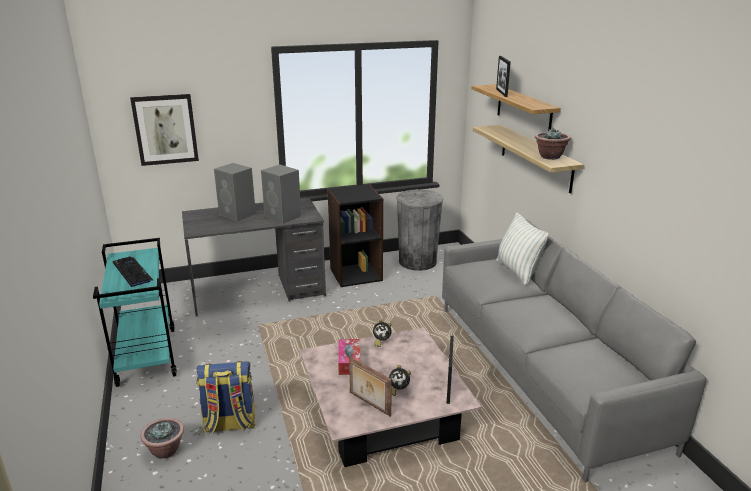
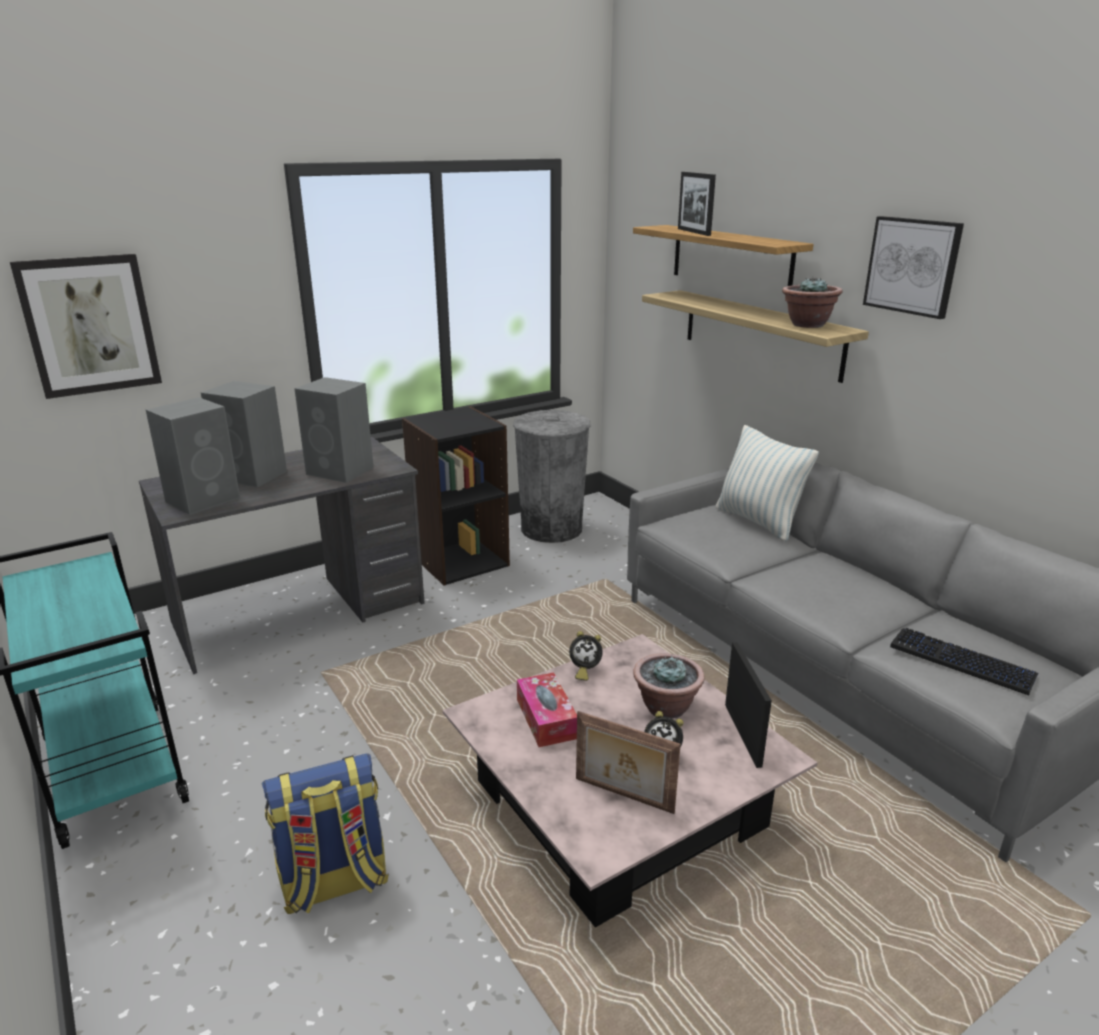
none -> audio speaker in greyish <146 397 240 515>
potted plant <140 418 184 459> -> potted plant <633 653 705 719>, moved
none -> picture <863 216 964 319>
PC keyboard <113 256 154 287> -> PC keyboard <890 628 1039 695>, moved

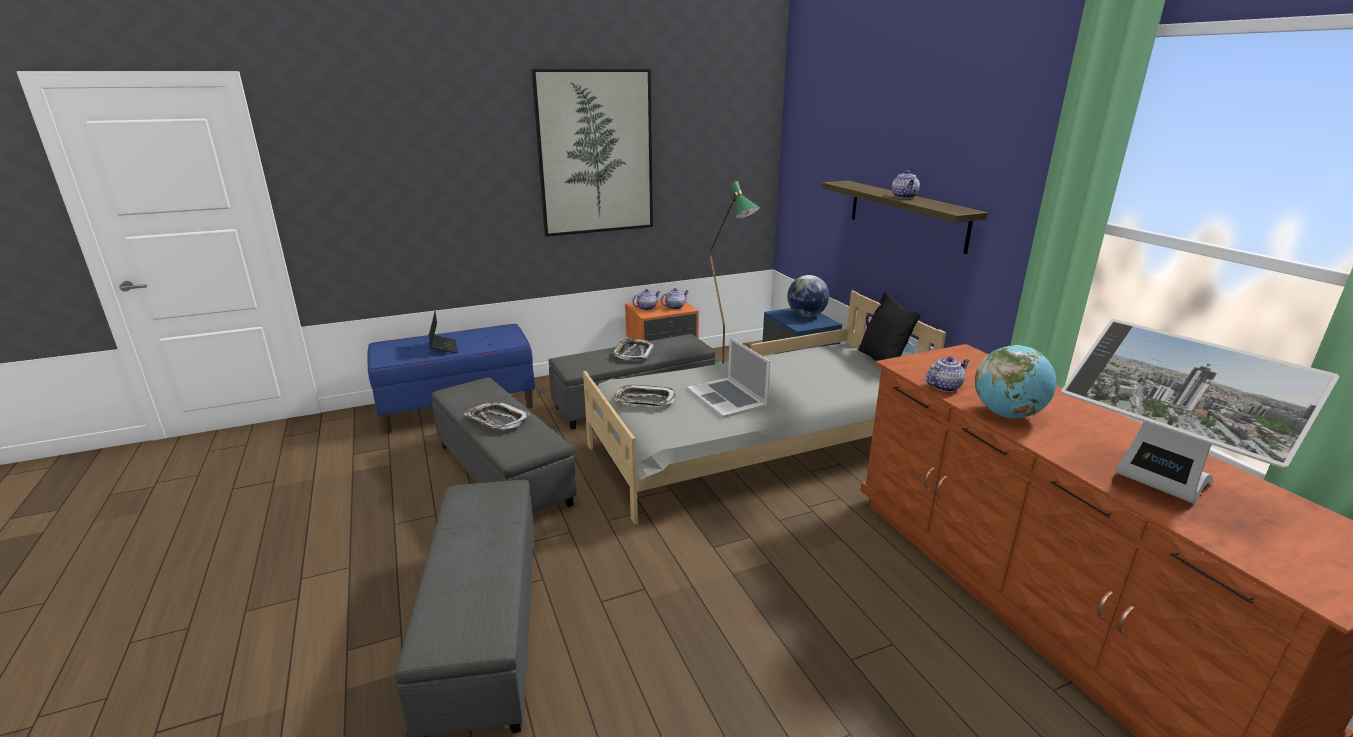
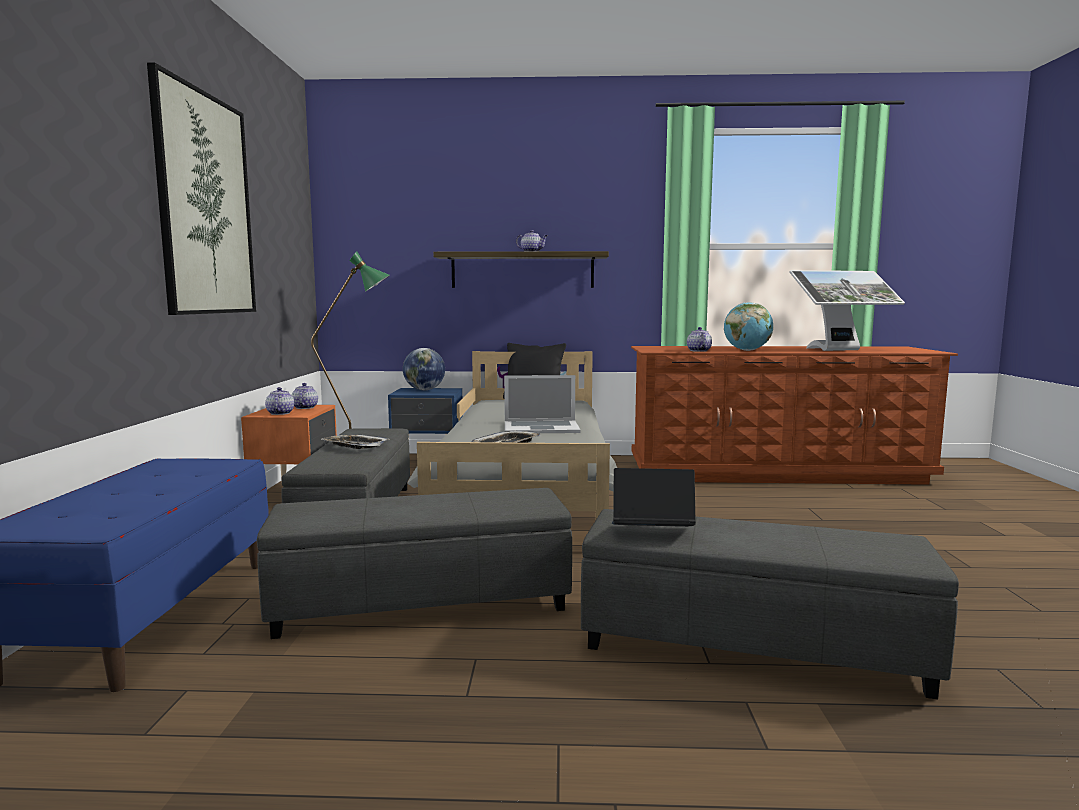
notebook computer <429 311 458 353> -> notebook computer <612 468 696 527>, moved
serving tray <464 402 530 429> -> none

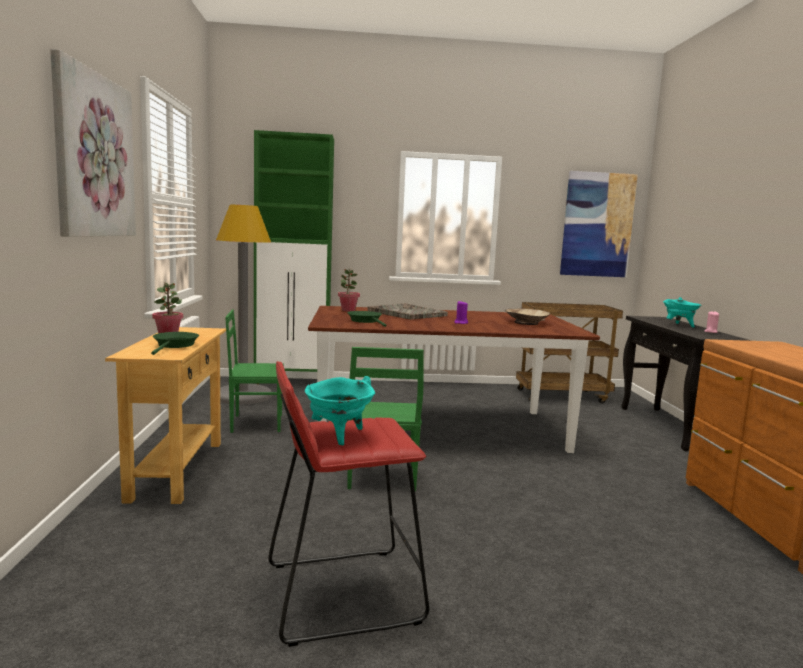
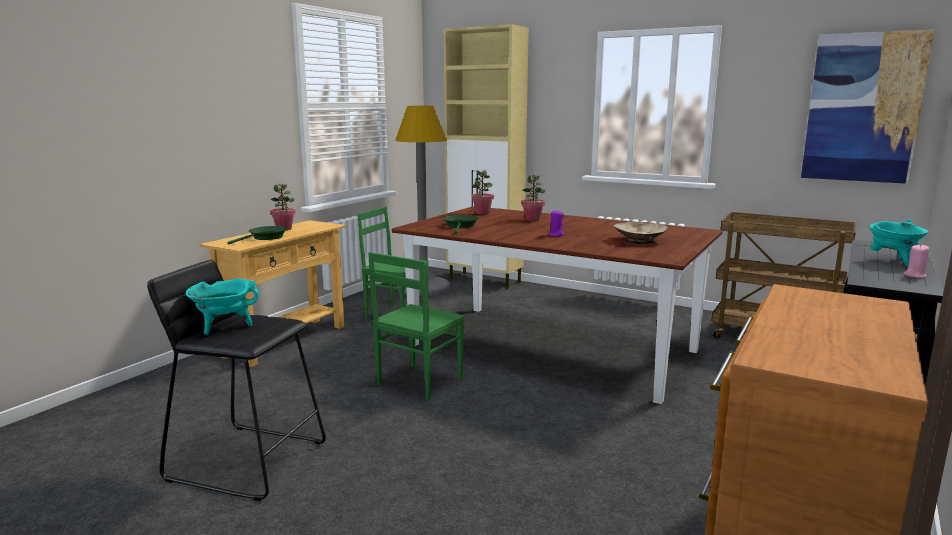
stool seat in red <268 361 429 647> -> stool seat in black-coloured <147 260 326 501>
storage cabinet in green-coloured <254 130 334 385> -> storage cabinet in beige <443 24 529 289>
serving tray in greyish <368 303 448 320> -> potted plant <521 174 545 221>
picture <50 49 136 237> -> none

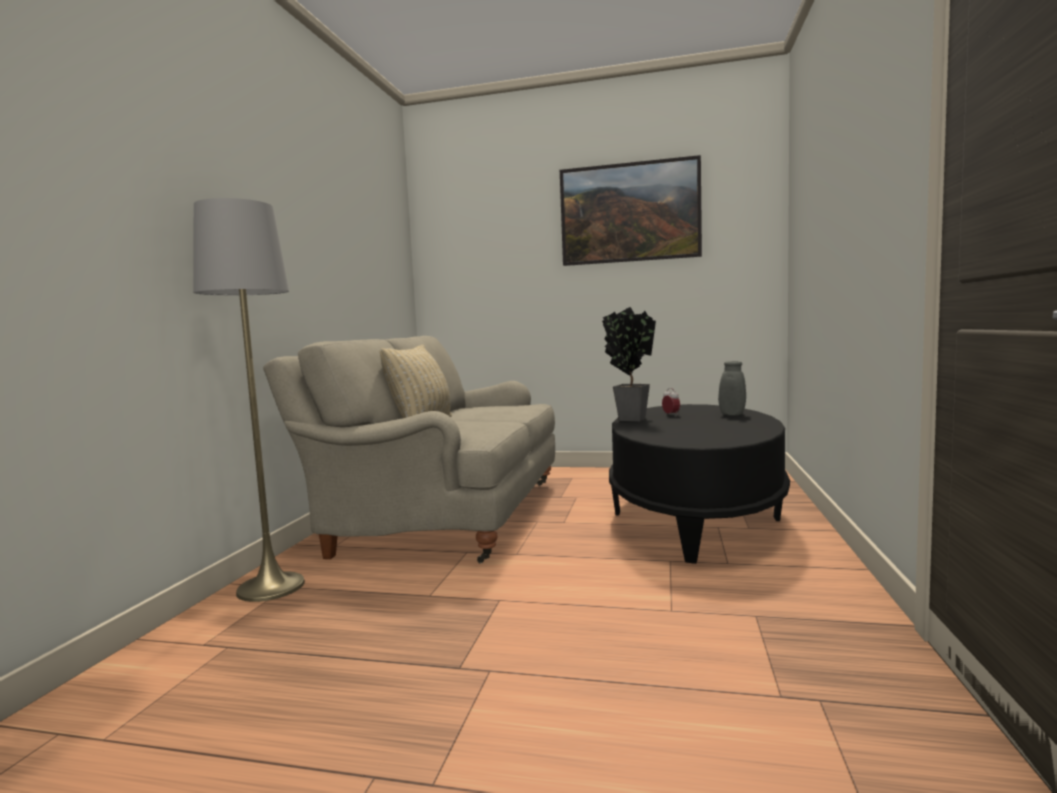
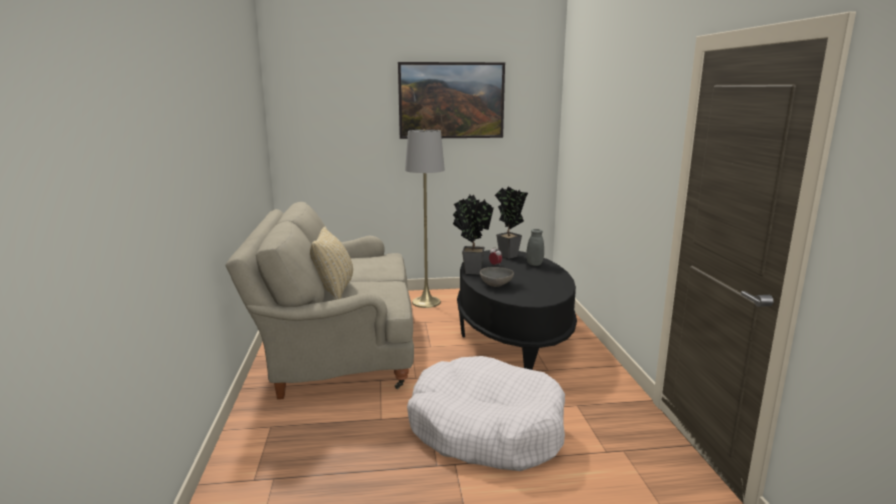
standing lamp in greyish <193 198 305 602> -> standing lamp in greyish <405 129 445 308>, moved
none -> dog cushion in white-coloured <407 356 565 471>
none -> serving bowl in greyish <480 267 514 287>
none -> potted plant <495 187 528 259>

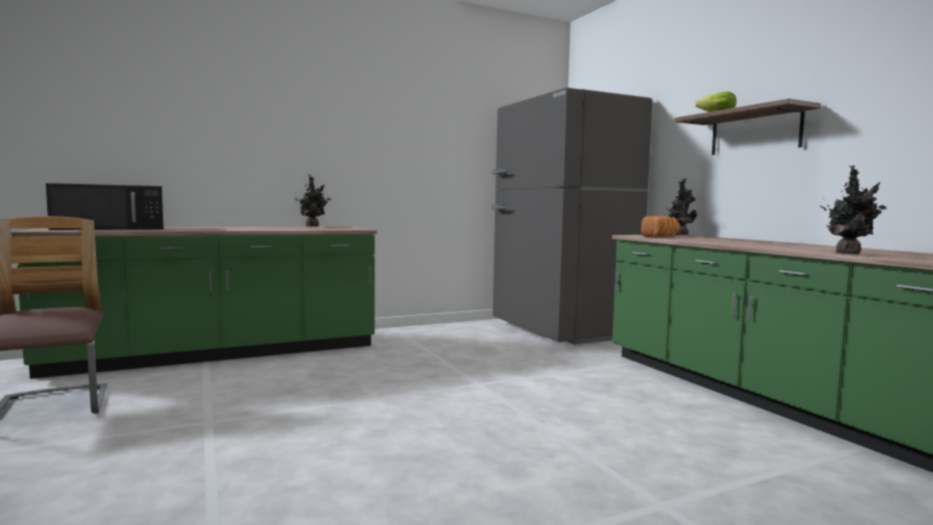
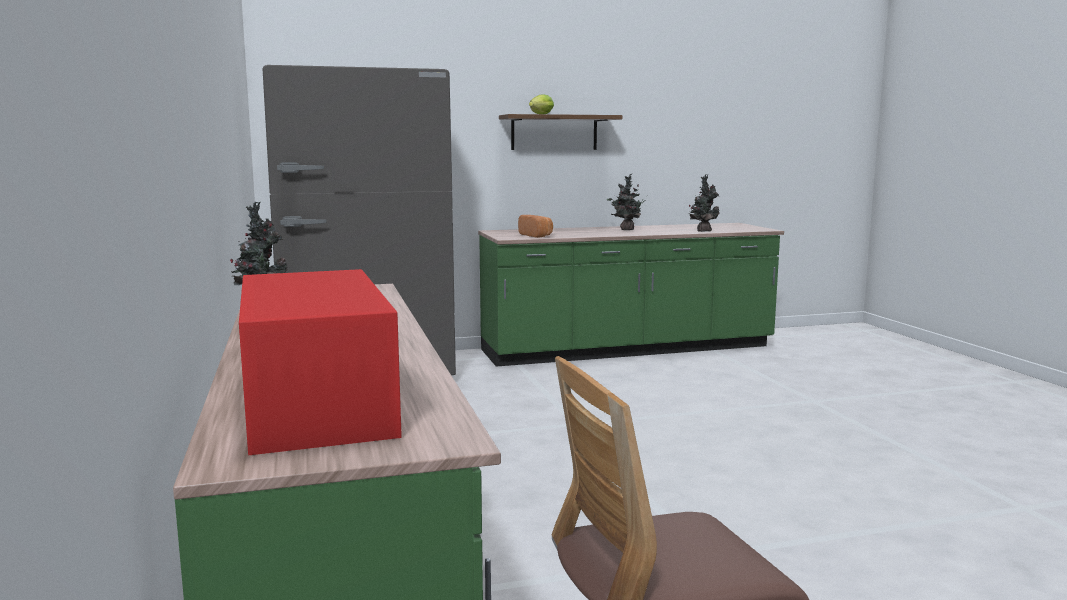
microwave oven in black-coloured <46 183 164 230> -> microwave oven in red <239 269 402 455>
potted plant <667 178 697 235> -> potted plant <607 173 645 230>, moved

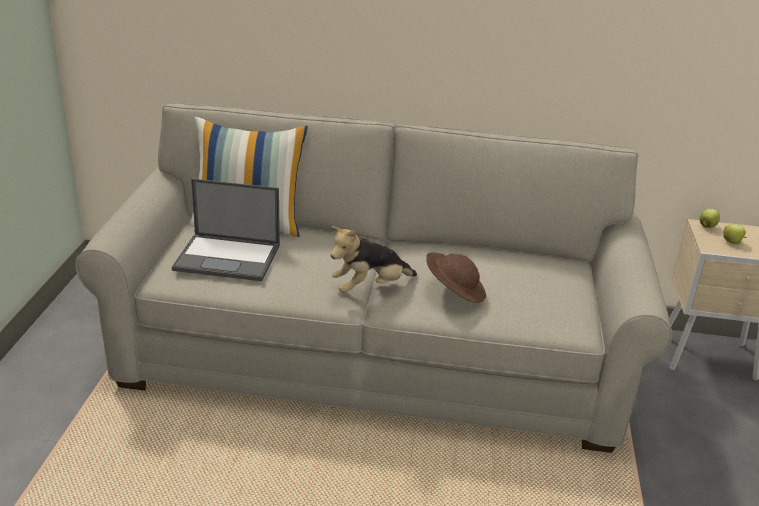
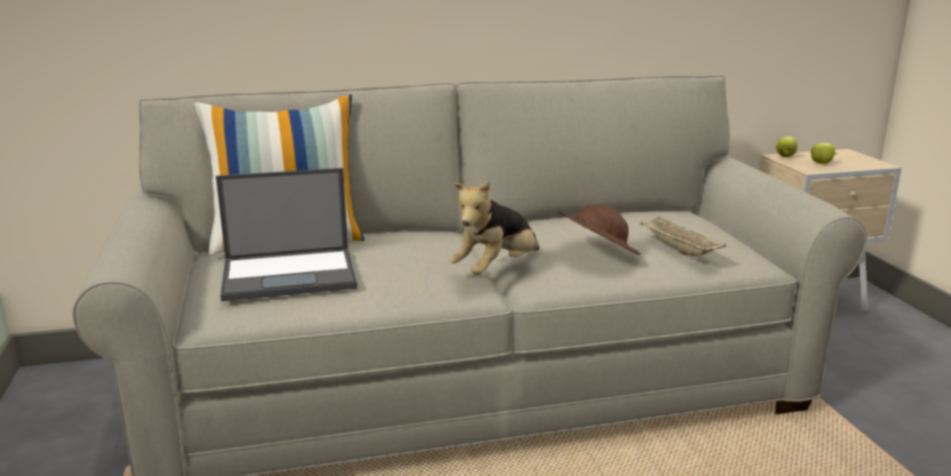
none -> serving tray in beige <640 217 726 256>

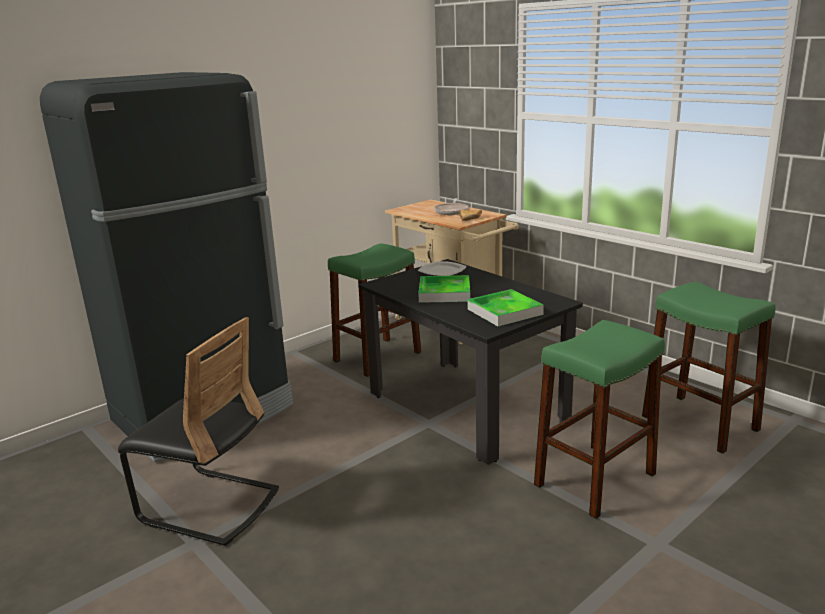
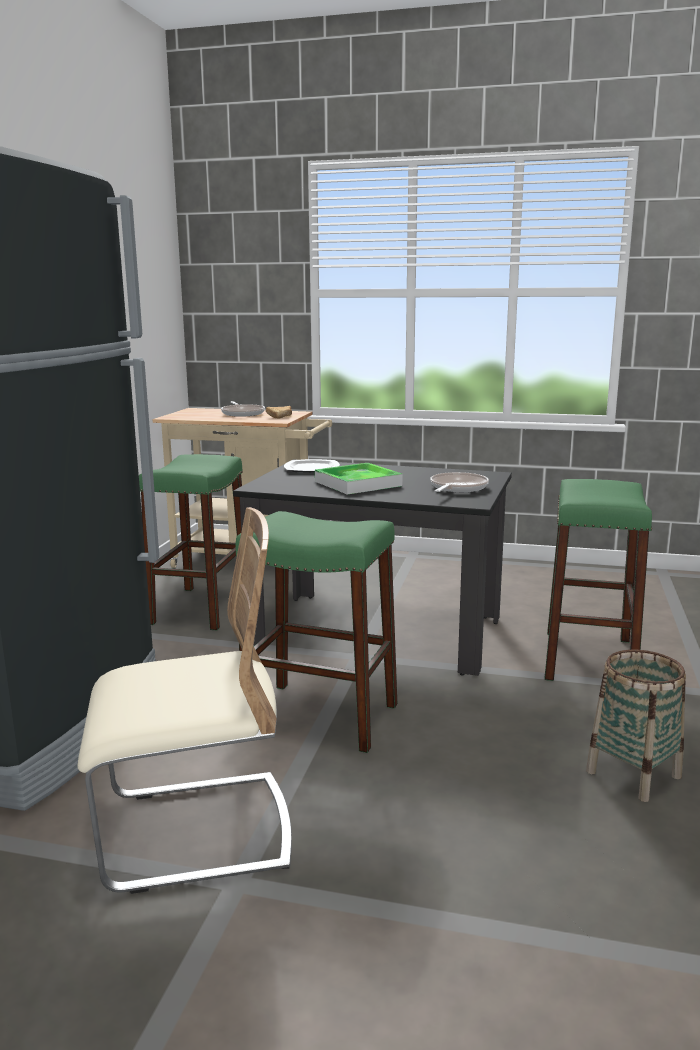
upright chair in black-coloured <118 317 279 546> -> upright chair in beige <77 507 292 894>
stool seat in green-coloured <642 282 776 454> -> stool seat in green-coloured <236 511 397 753>, moved
serving tray <467 289 544 326> -> frying pan <430 472 489 492>
none -> storage basket <586 650 686 802>

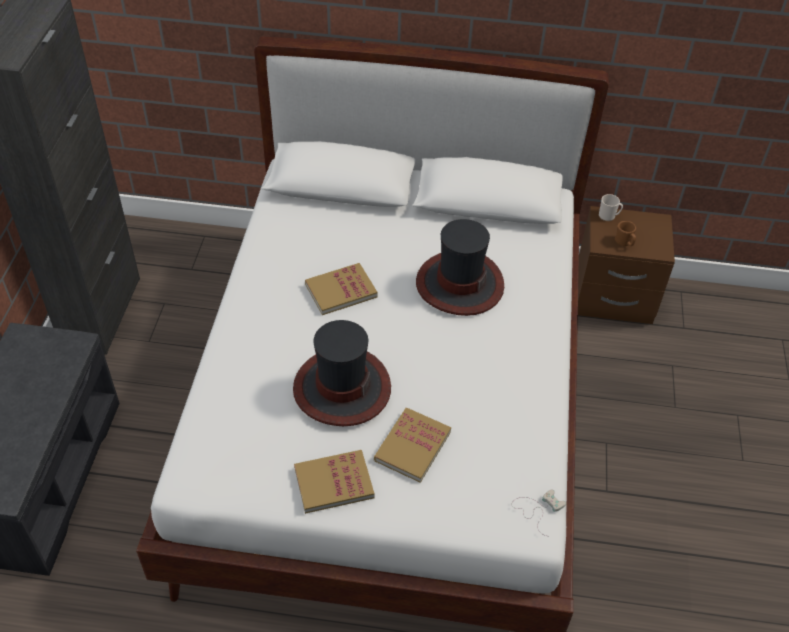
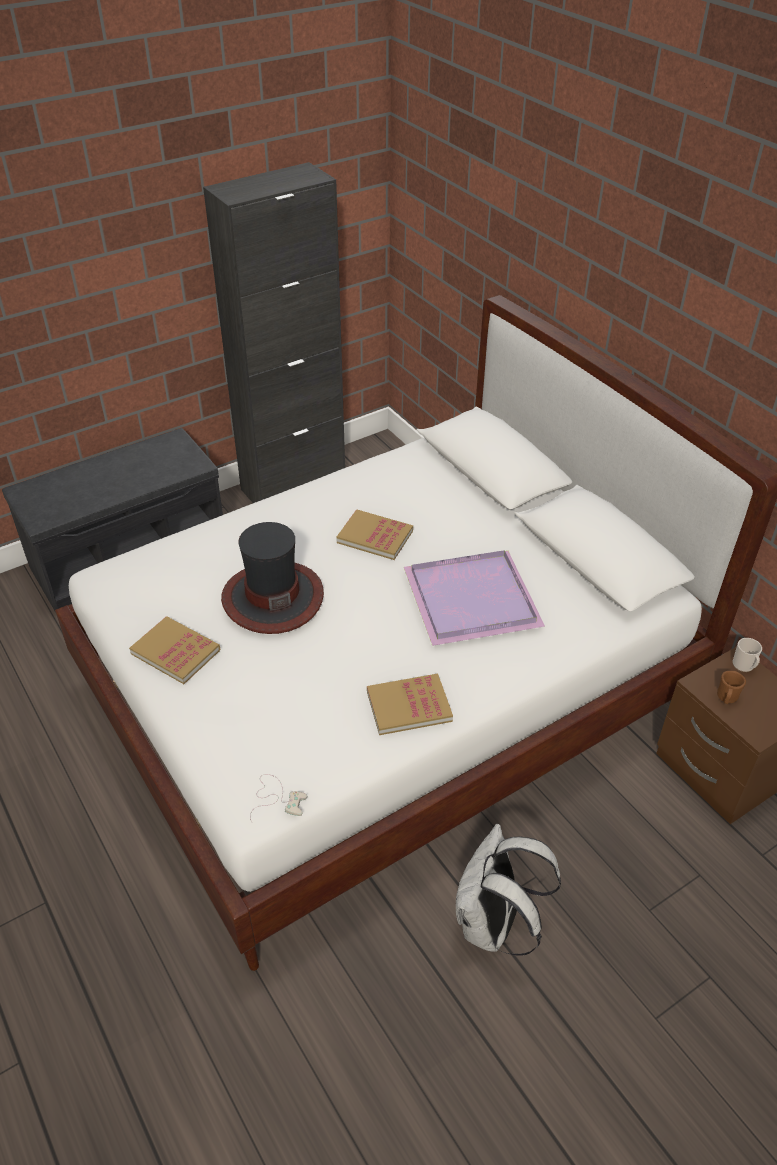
volume <374 408 451 483> -> volume <367 674 453 735>, moved
wearable hat <416 219 504 316> -> serving tray in purplish <404 550 545 646>
none -> backpack in white-coloured <456 824 561 956>

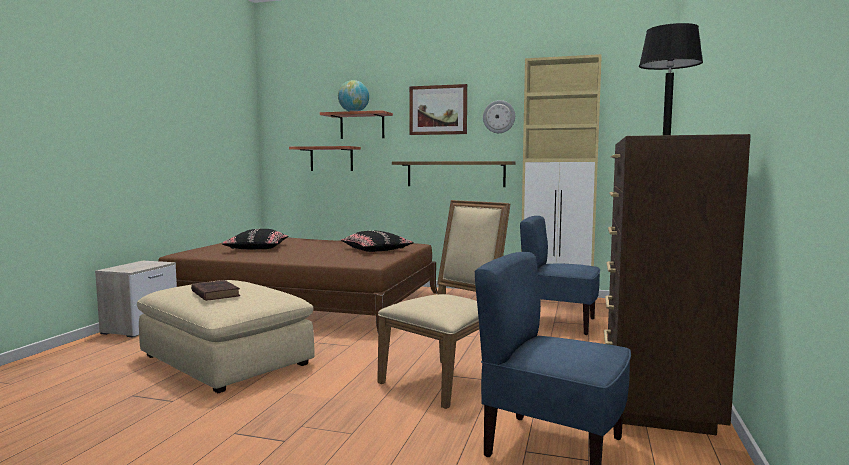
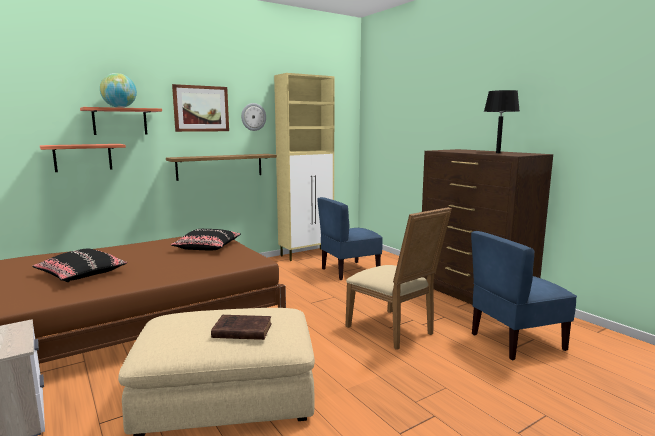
upright chair in beige <377 200 510 409> -> upright chair in beige <345 207 452 350>, 150 degrees clockwise

